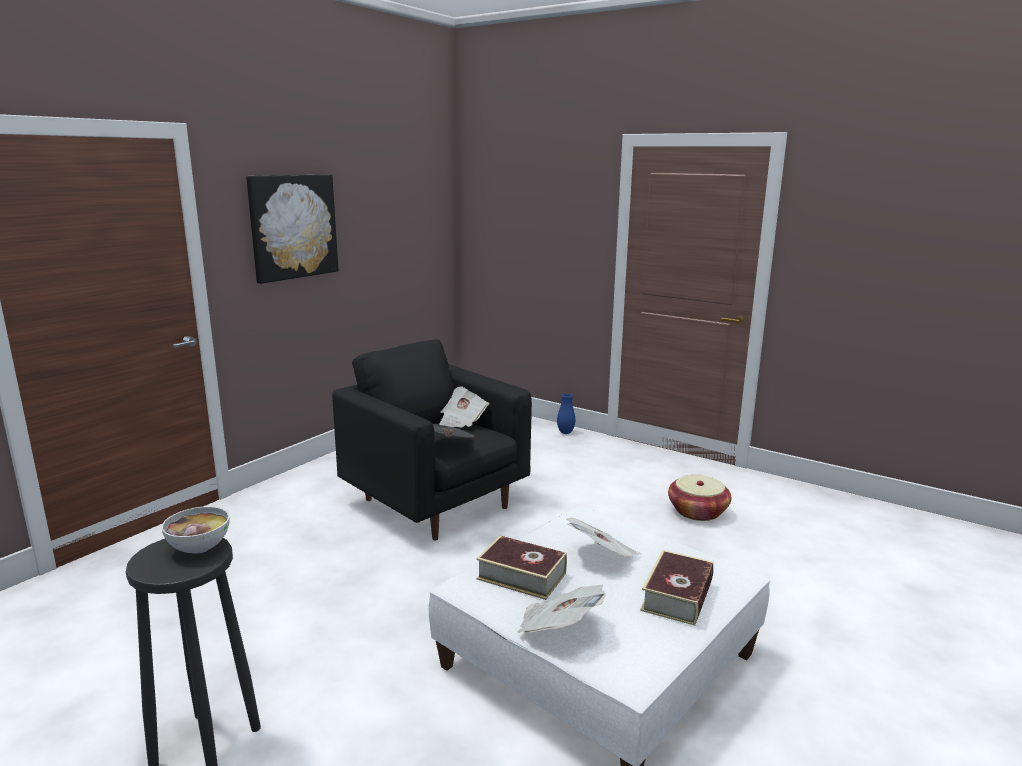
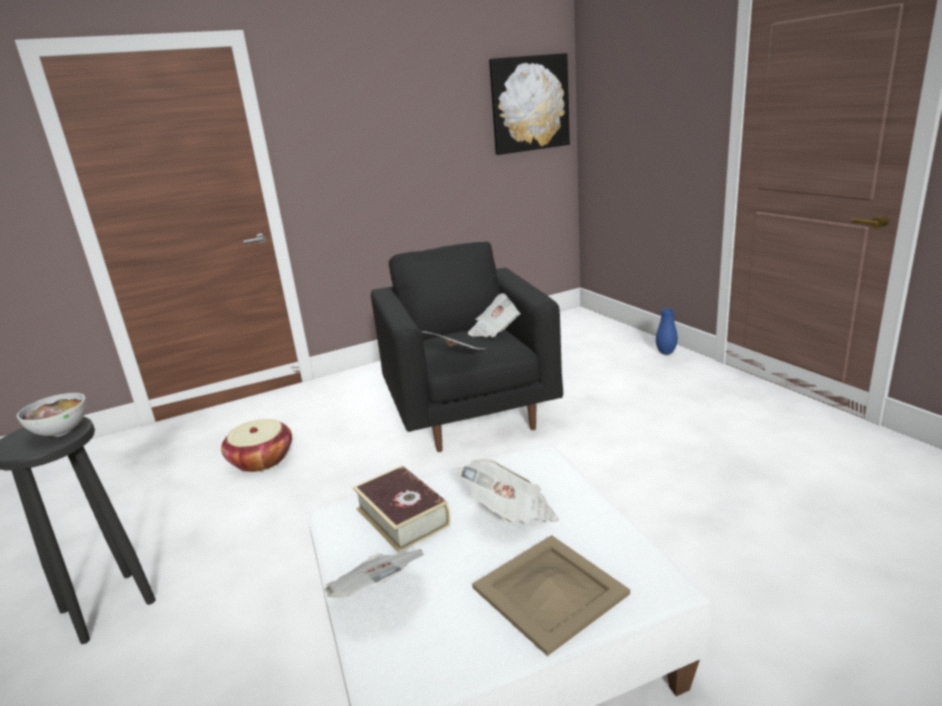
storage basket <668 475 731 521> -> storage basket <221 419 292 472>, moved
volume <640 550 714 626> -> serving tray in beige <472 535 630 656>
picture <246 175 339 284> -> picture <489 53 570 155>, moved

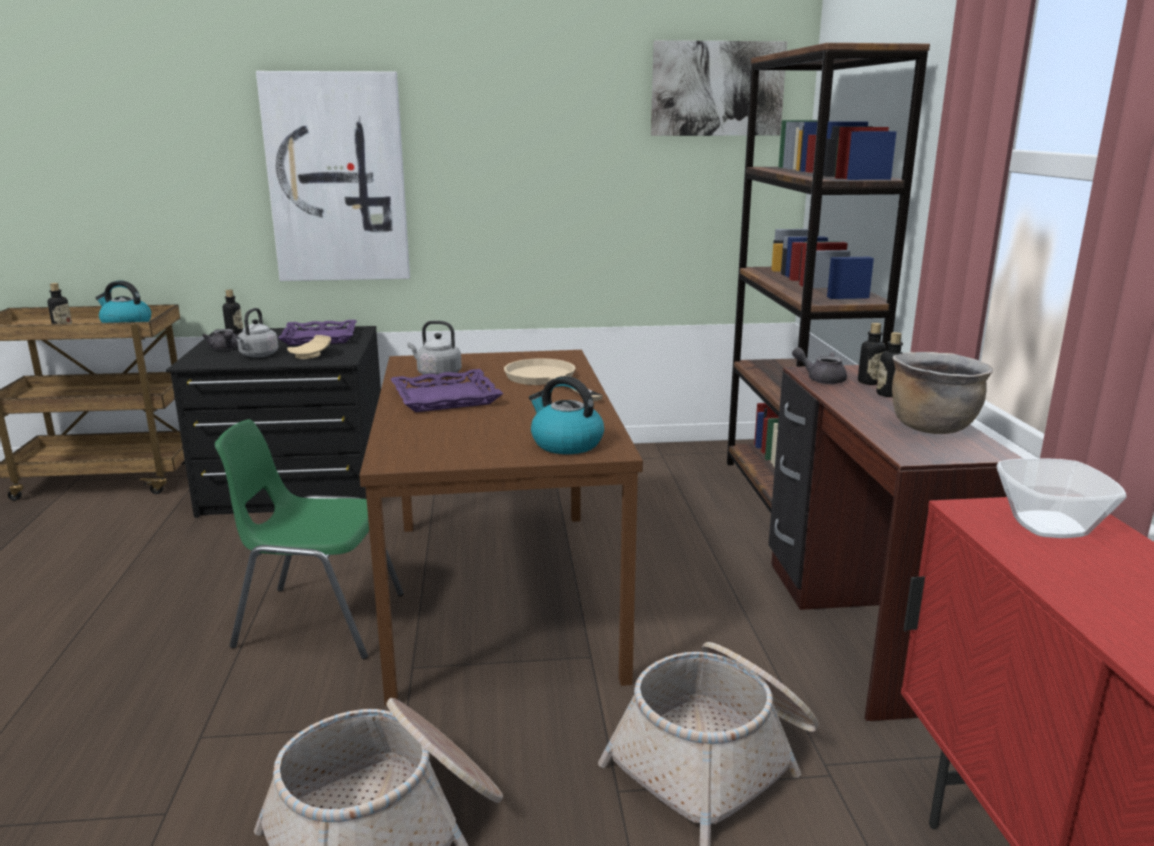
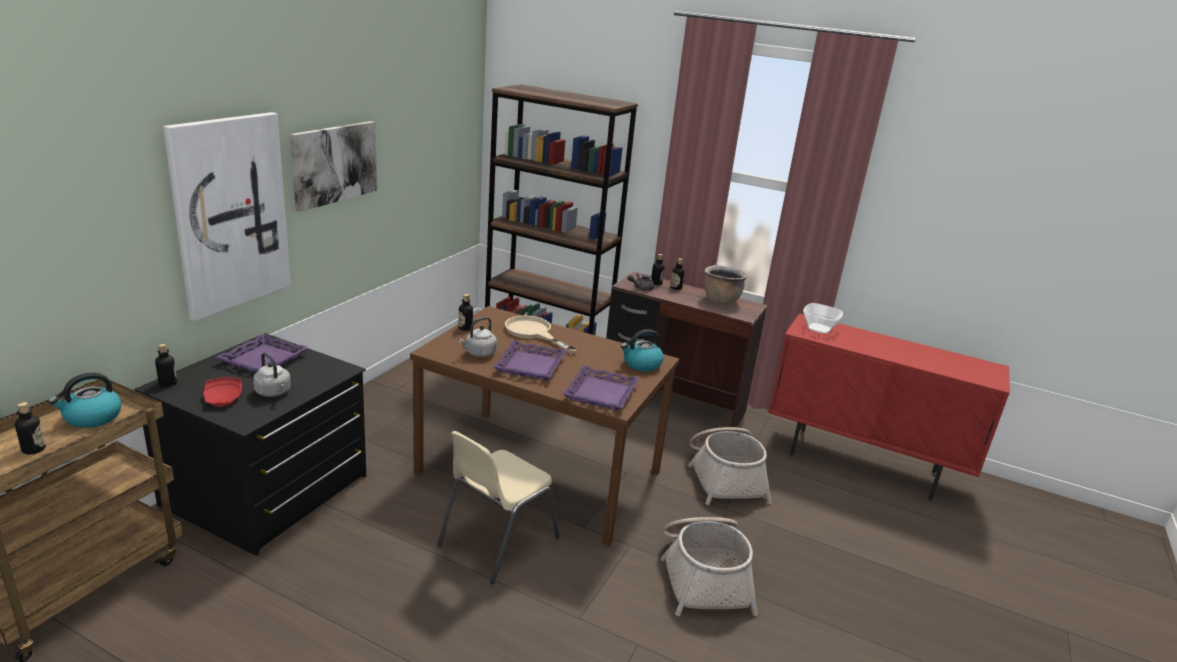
tea pot in greyish <202 329 238 350> -> plate in red <203 377 242 407>
picture <651 40 787 136> -> picture <290 121 377 212>, moved
upright chair in green-coloured <215 419 404 659> -> upright chair in beige <437 431 560 584>
none -> beverage bottle <458 294 473 331>
frying pan in beige <504 358 603 401> -> frying pan in beige <505 315 577 354>, 45 degrees clockwise
none -> serving tray in purplish <562 366 639 410>
plate in beige <287 335 331 359> -> none

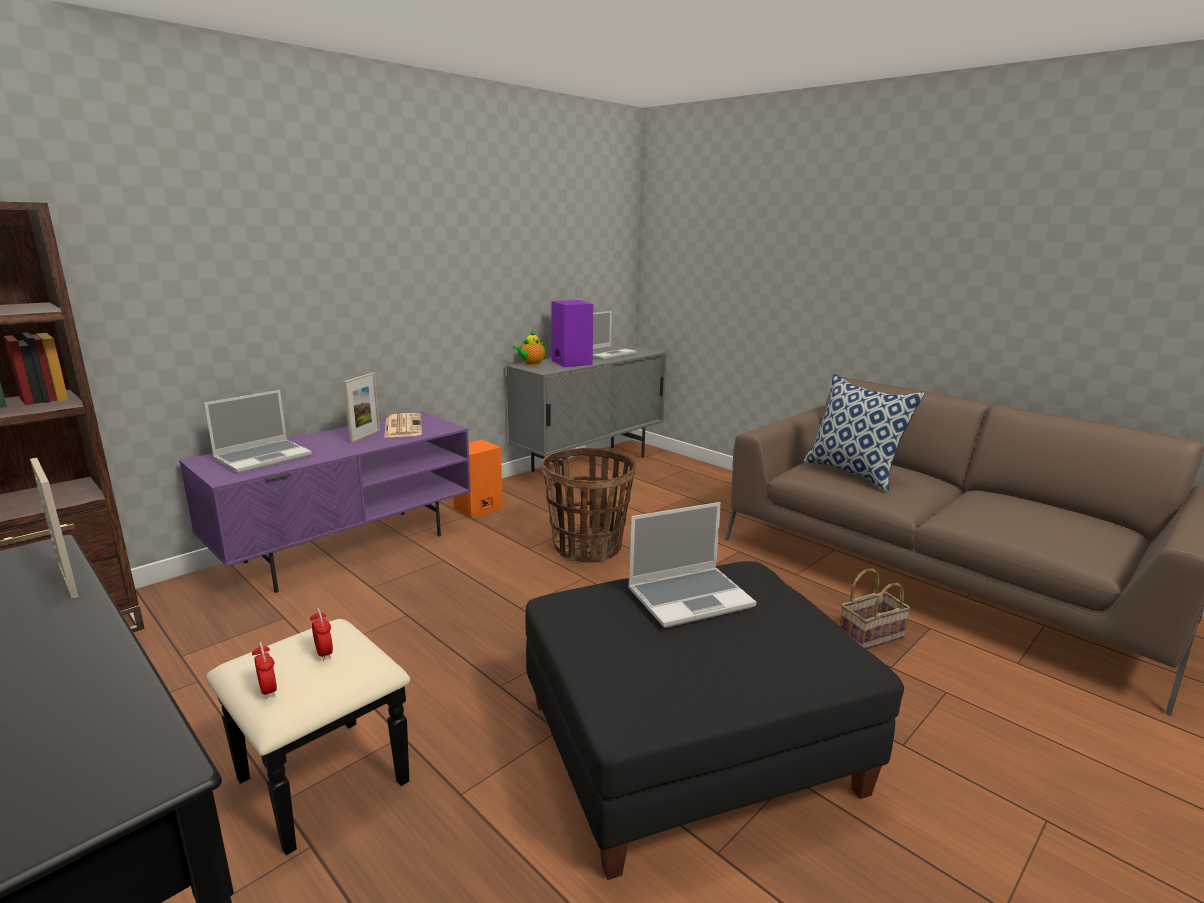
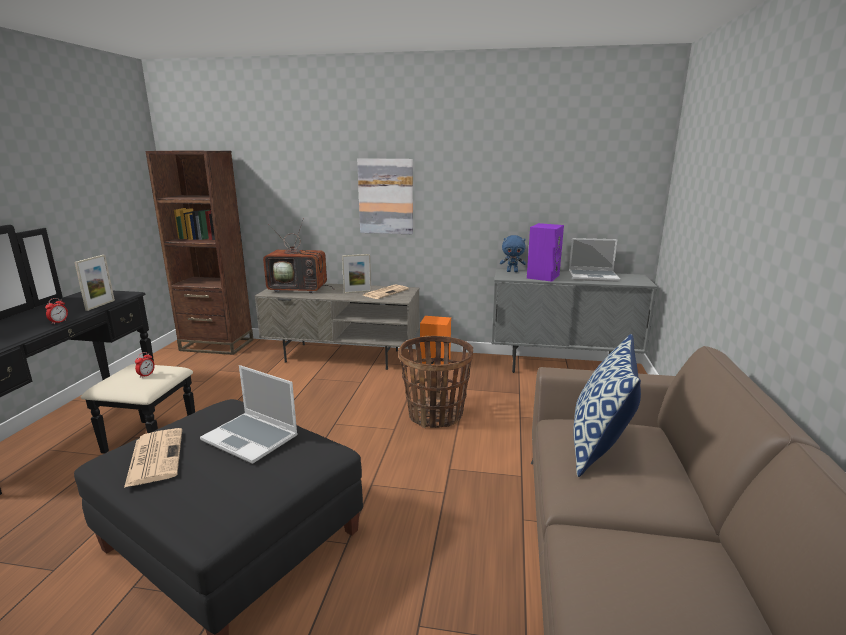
alarm clock <252 642 277 699> -> alarm clock <45 298 68 324>, moved
none -> printed paper <124 428 182 488>
tv unit in purplish <179 411 471 593> -> tv unit in greyish <255 283 420 370>
notebook computer <204 390 312 473> -> television <263 218 335 293>
none -> picture <357 159 413 234>
tea pot <512 330 546 366> -> soft toy in blue-coloured <500 235 526 272>
storage basket <839 568 911 649> -> none

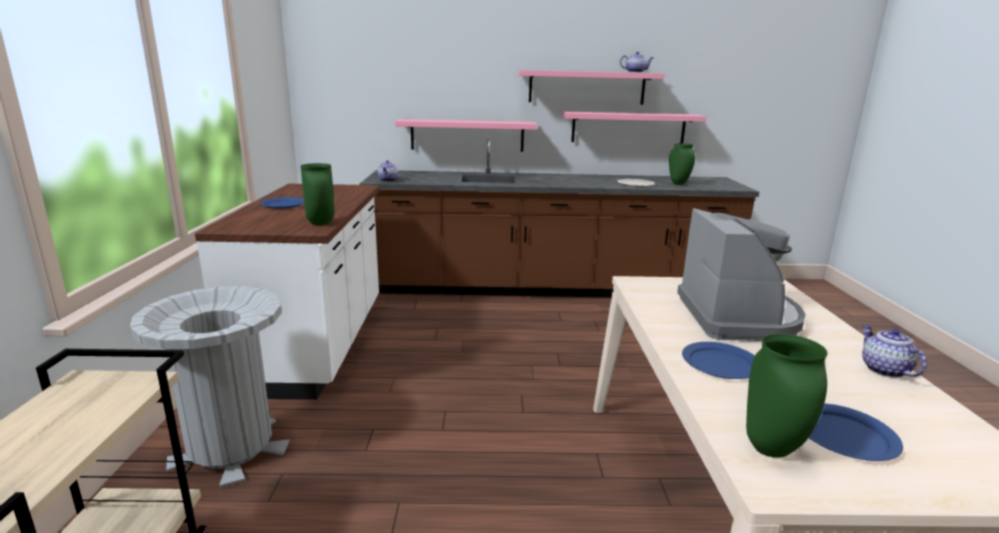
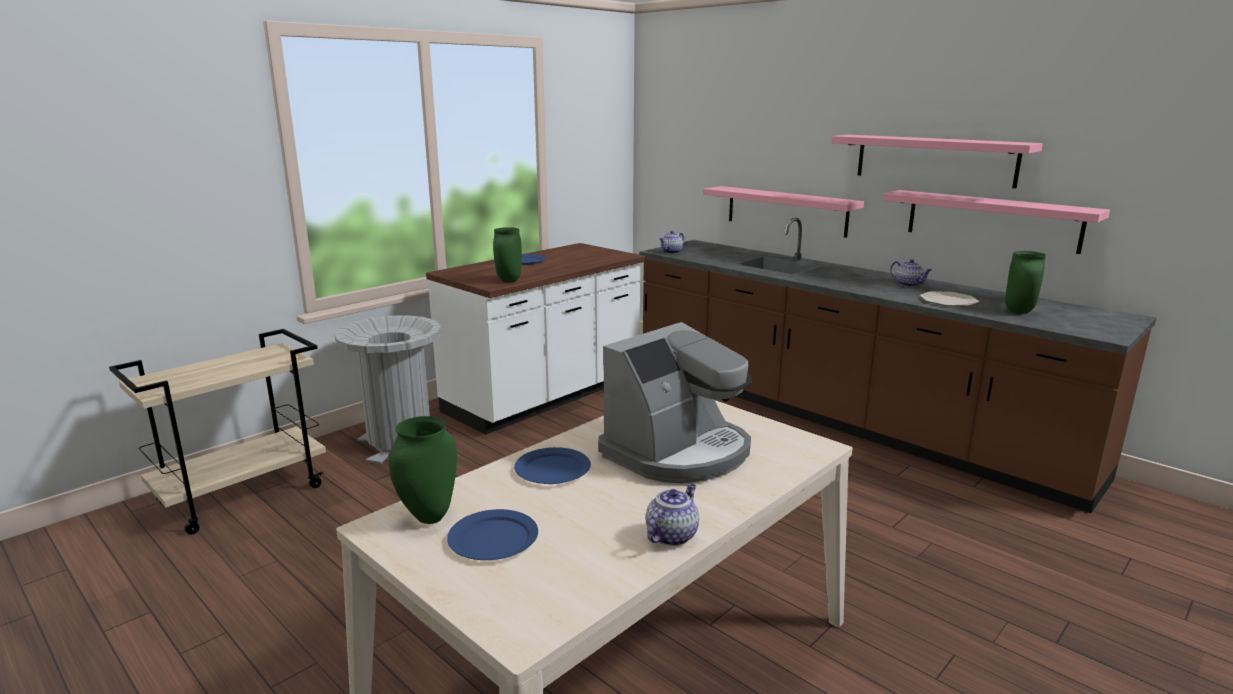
tea pot <620 52 653 73> -> tea pot <890 259 932 287>, moved

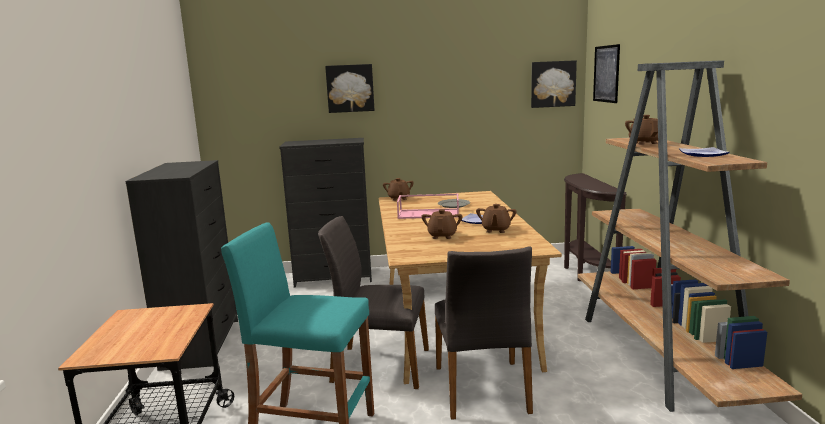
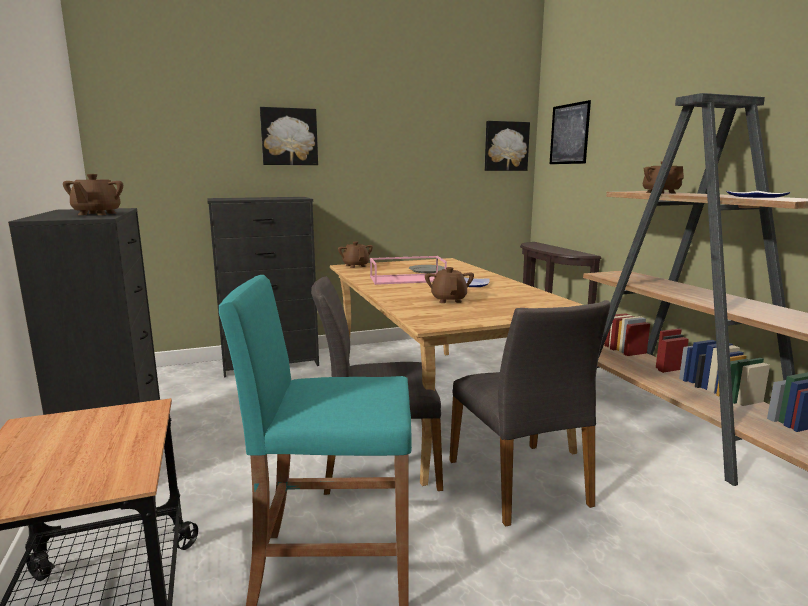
tea pot in brown-coloured <476 204 517 233> -> tea pot in brown-coloured <63 174 123 215>, moved

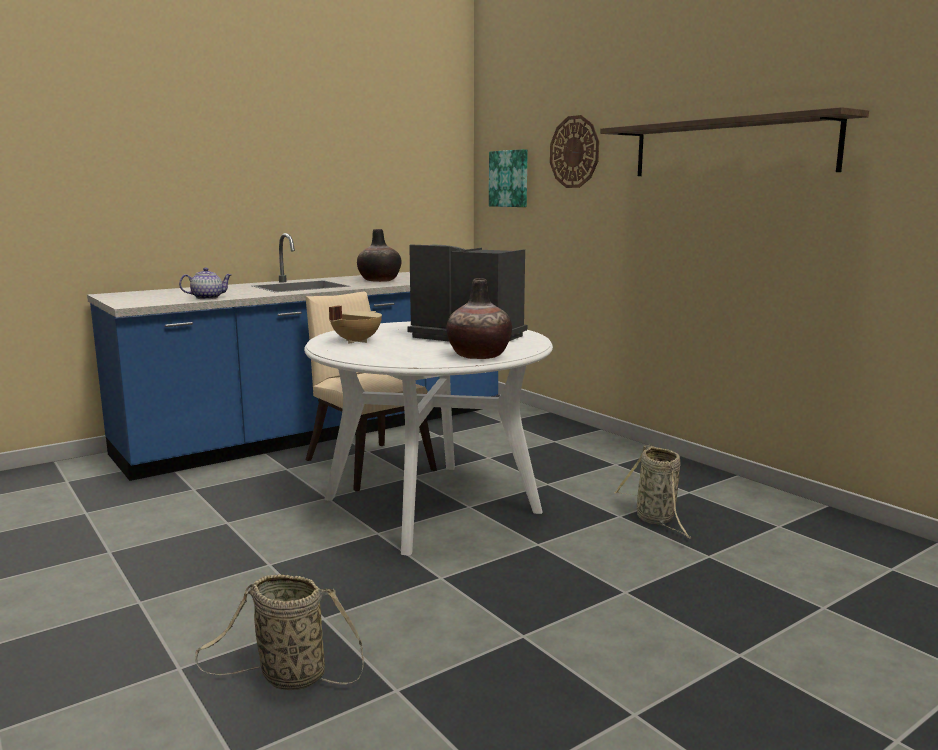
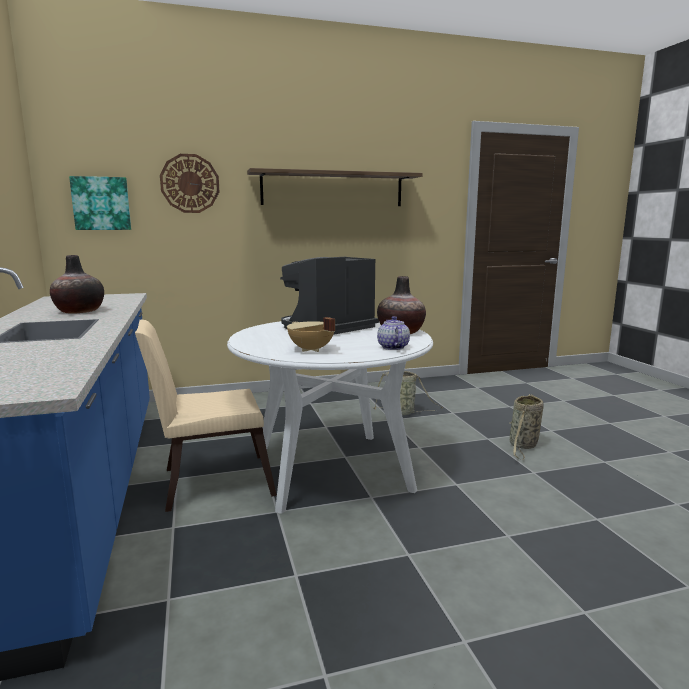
tea pot <179 268 232 299> -> tea pot <377 316 410 350>, moved
storage basket <195 574 364 690> -> storage basket <510 394 544 460>, moved

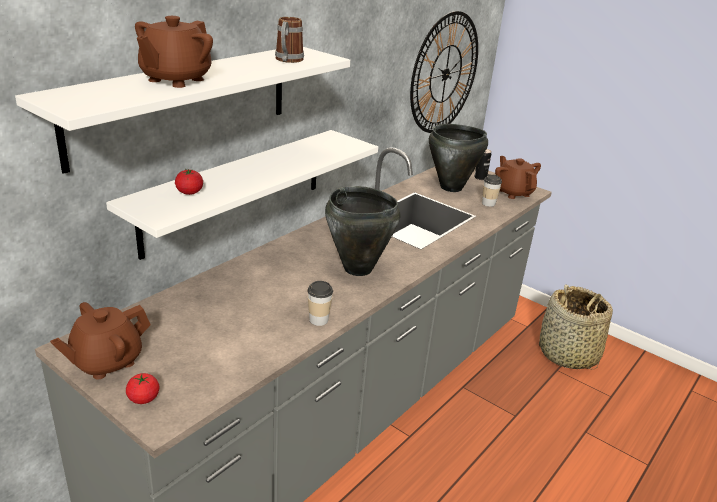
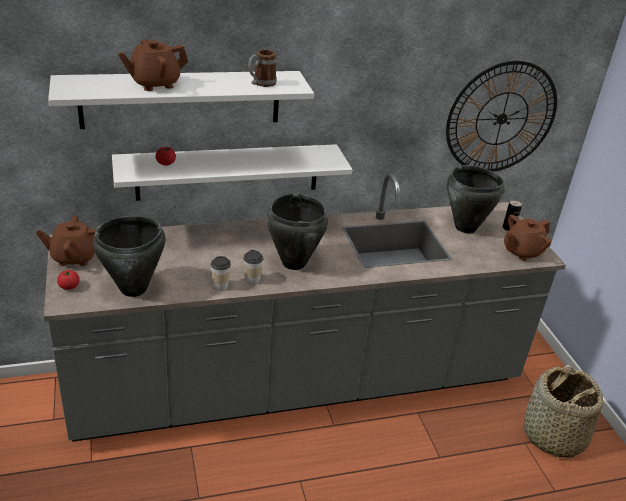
none -> cooking pot in black-coloured <93 216 166 297>
drinking cup <482 174 502 207> -> drinking cup <243 250 263 285>, moved
tea pot in brown-coloured <495 156 541 199> -> tea pot in brown-coloured <504 215 551 261>, 135 degrees counterclockwise

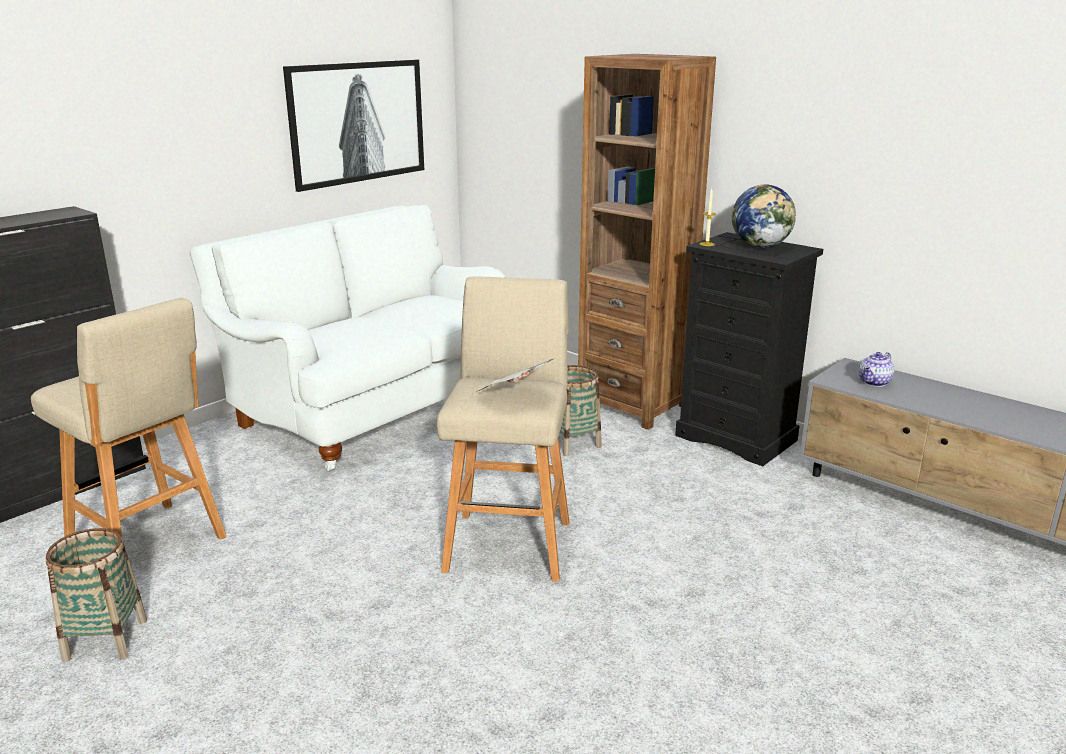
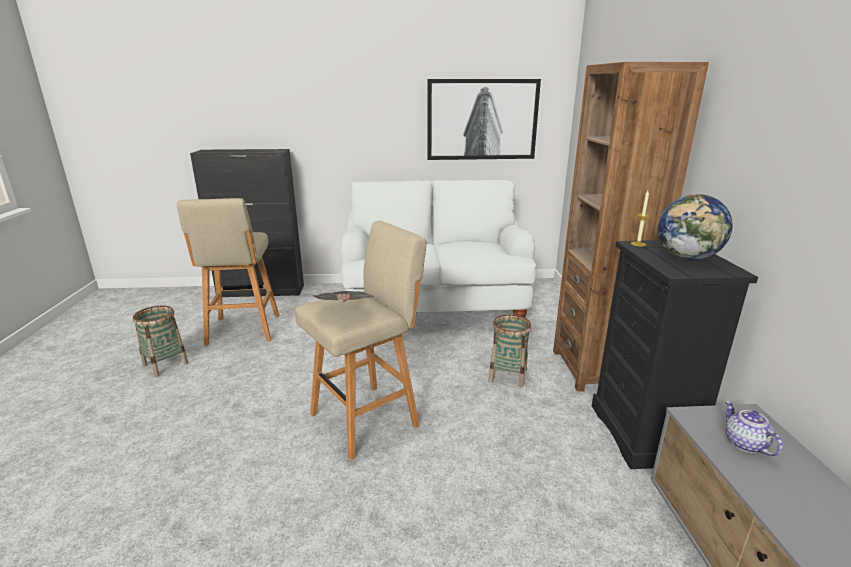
tea pot <859 352 895 387> -> tea pot <725 401 783 456>, 75 degrees clockwise

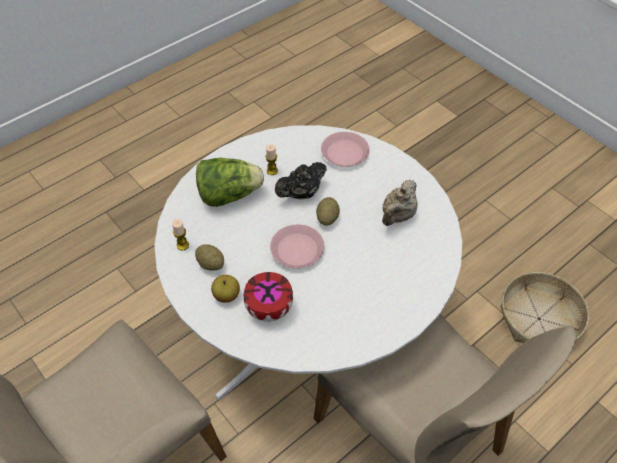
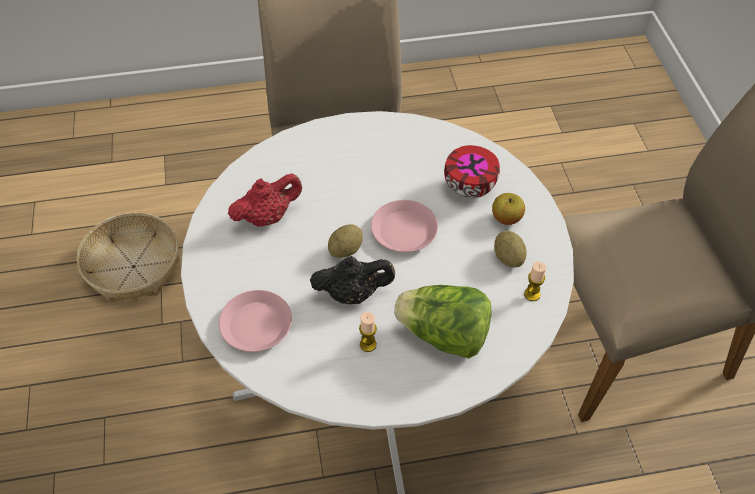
tea pot in beige <382 179 418 226> -> tea pot in red <228 173 302 227>

